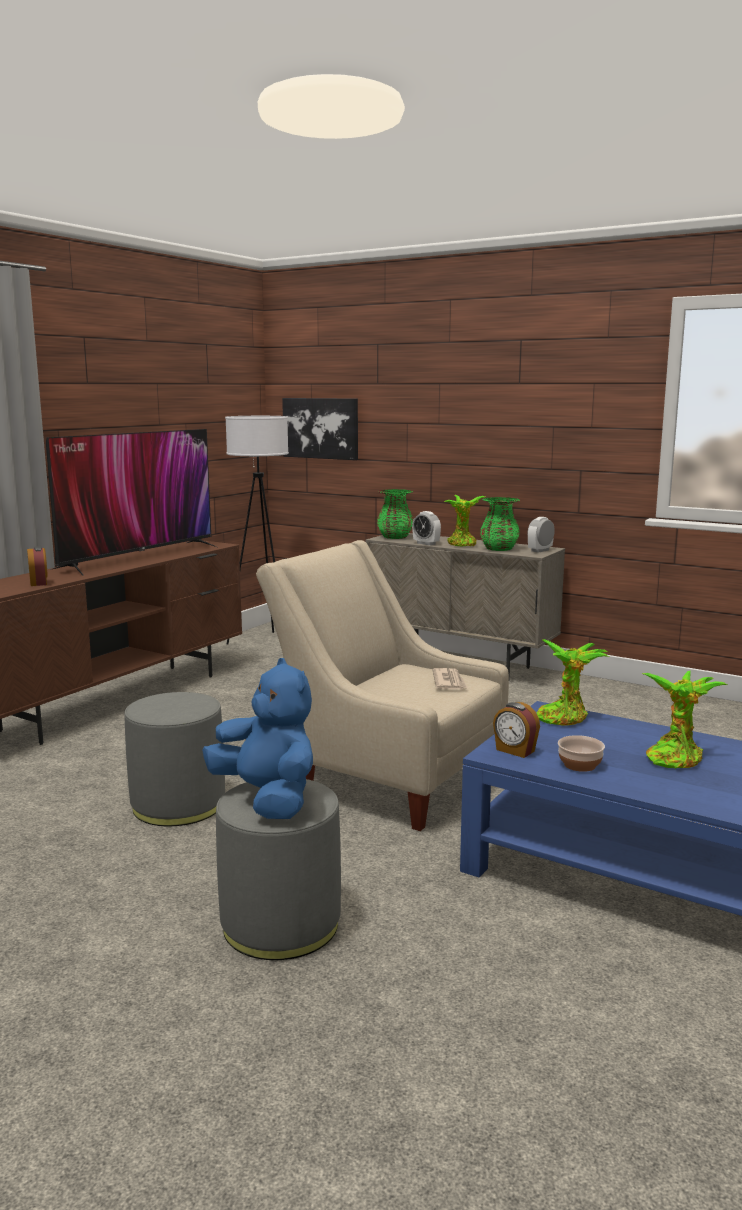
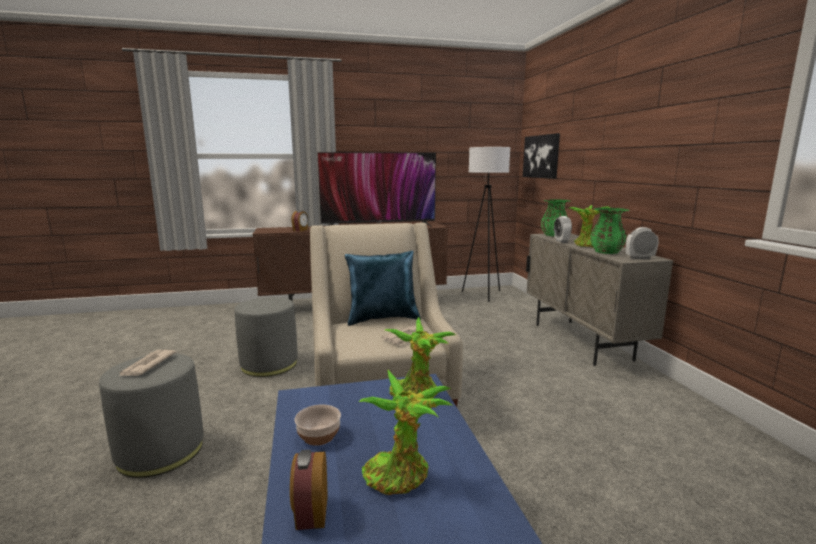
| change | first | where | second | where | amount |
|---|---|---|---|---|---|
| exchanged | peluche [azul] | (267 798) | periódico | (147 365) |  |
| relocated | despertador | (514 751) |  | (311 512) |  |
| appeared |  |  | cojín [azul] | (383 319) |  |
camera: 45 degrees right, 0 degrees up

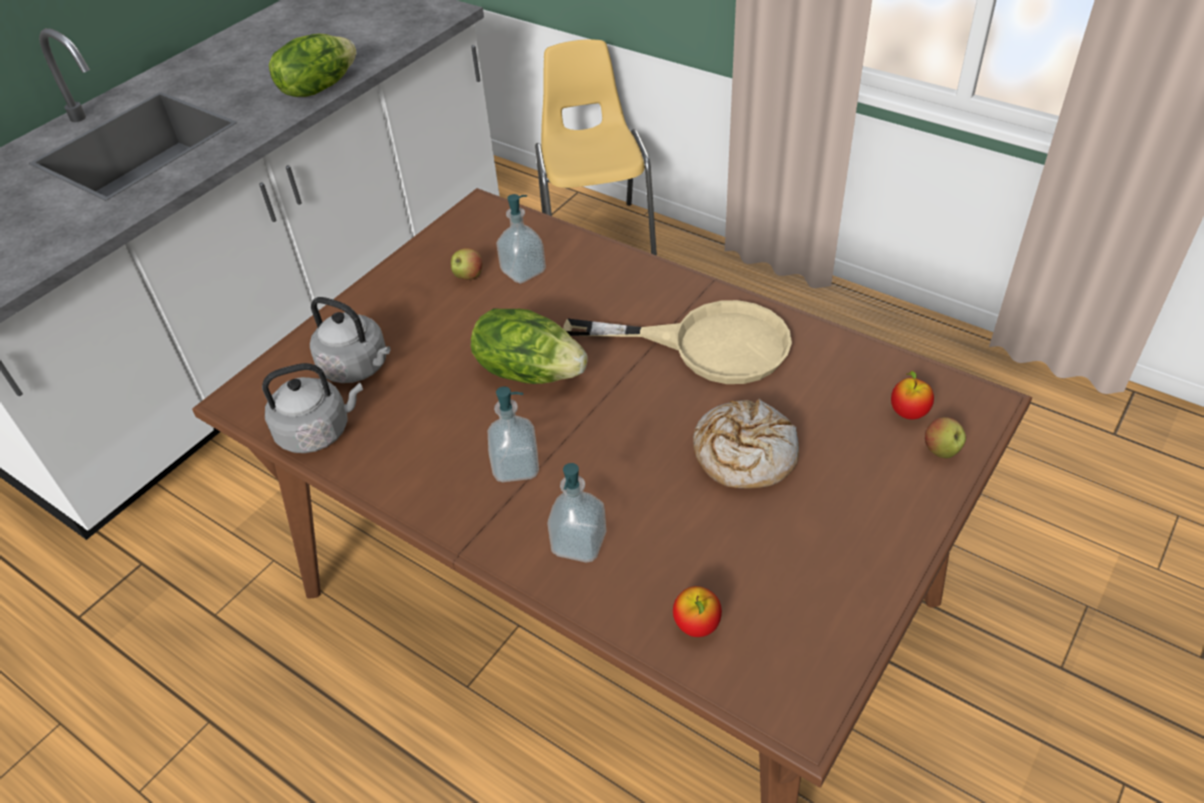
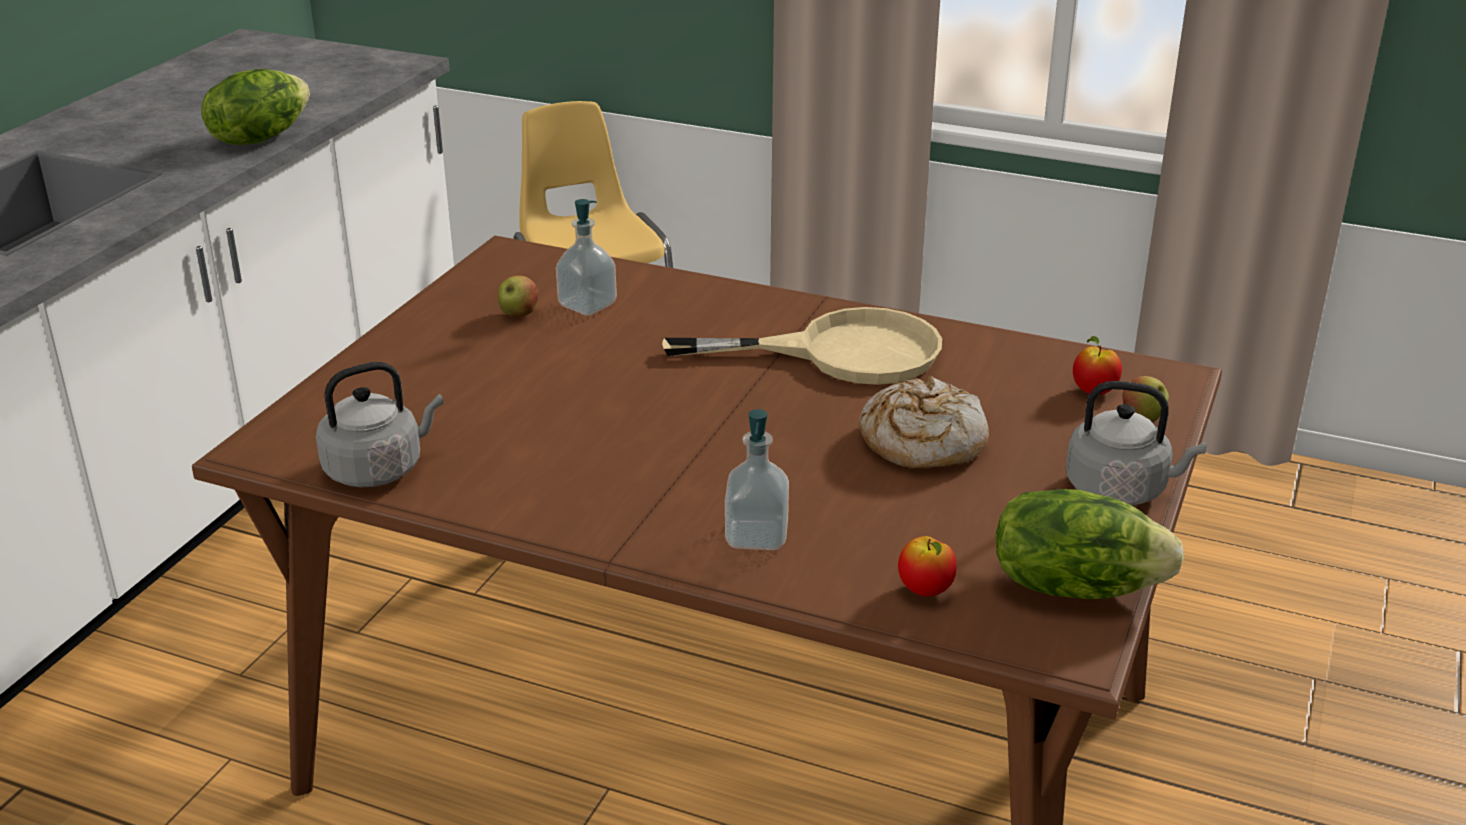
| change | first | where | second | where | amount |
|---|---|---|---|---|---|
| relocated | hervidor [gris] | (358 367) |  | (1121 490) |  |
| relocated | lechuga | (529 371) |  | (1075 586) |  |
| missing | dispensador de jabón | (516 467) |  |  |  |
camera: 15 degrees left, 15 degrees down

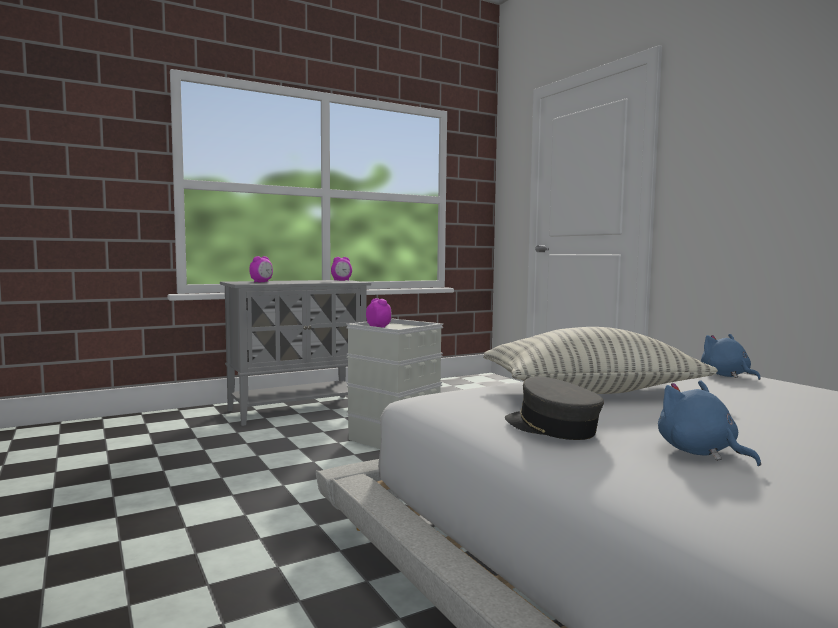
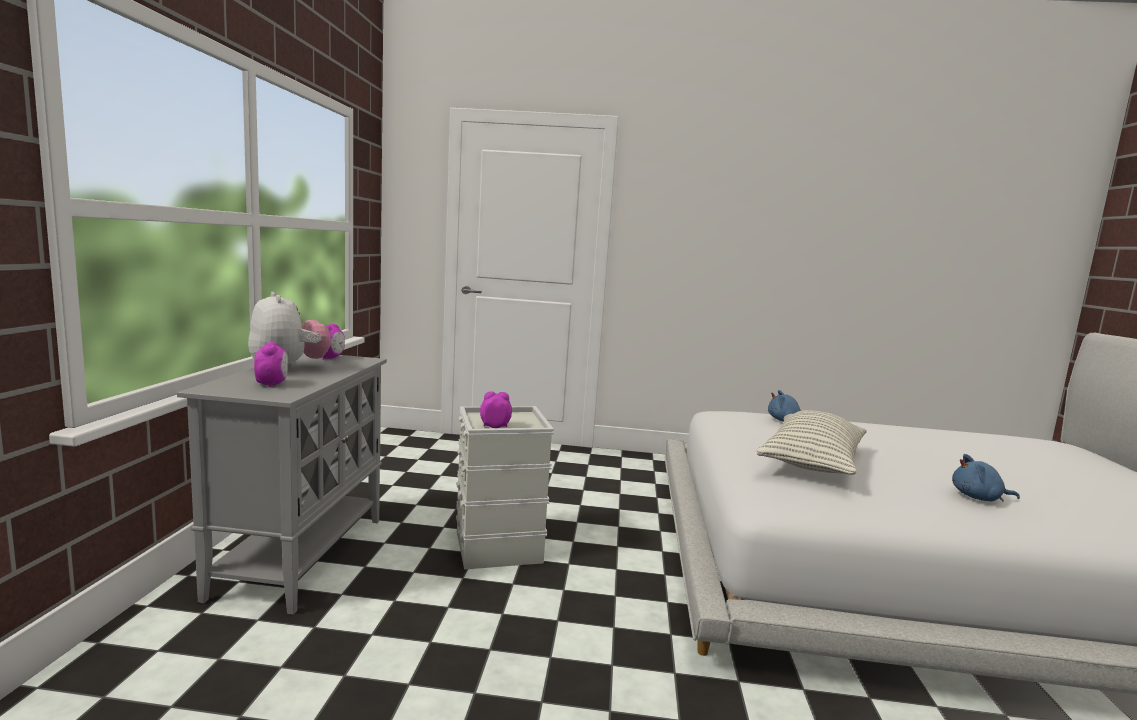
| change | first | where | second | where | amount |
|---|---|---|---|---|---|
| missing | gorra [gris] | (551 427) |  |  |  |
| appeared |  |  | peluche | (289 368) |  |
camera: 55 degrees left, 5 degrees up

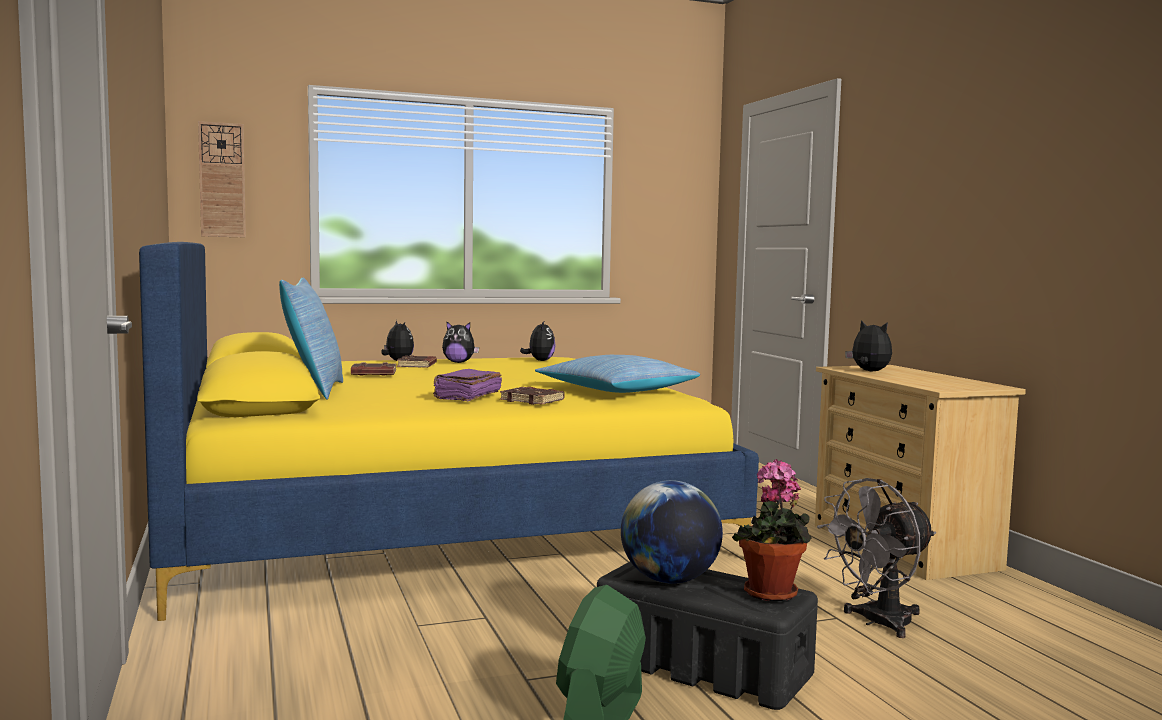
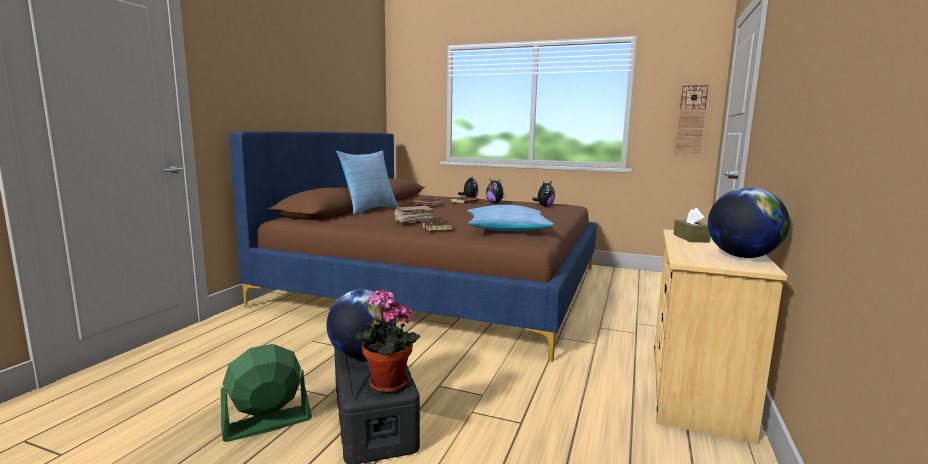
| change | first | where | second | where | amount |
|---|---|---|---|---|---|
| colour | cama [amarillo] | (431 512) | cama [marrón] | (442 285) |  |
| relocated | reloj de pared | (222 180) |  | (691 120) |  |
| colour | libro [morado] | (467 396) | libro [marrón] | (413 221) |  |
| missing | ventilador [gris] | (877 623) |  |  |  |
| exchanged | peluche | (869 371) | caja de pañuelos [marrón] | (690 238) |  |
| appeared |  |  | globo terráqueo | (742 256) |  |
camera: 40 degrees right, 5 degrees up

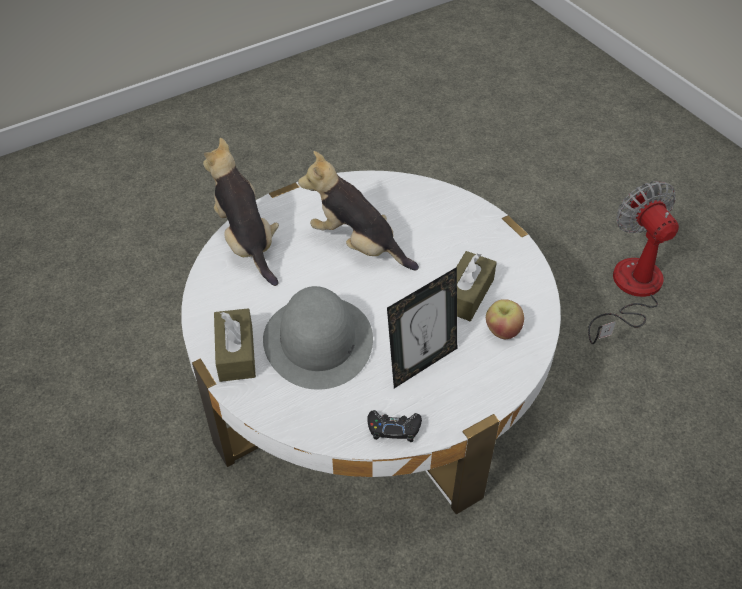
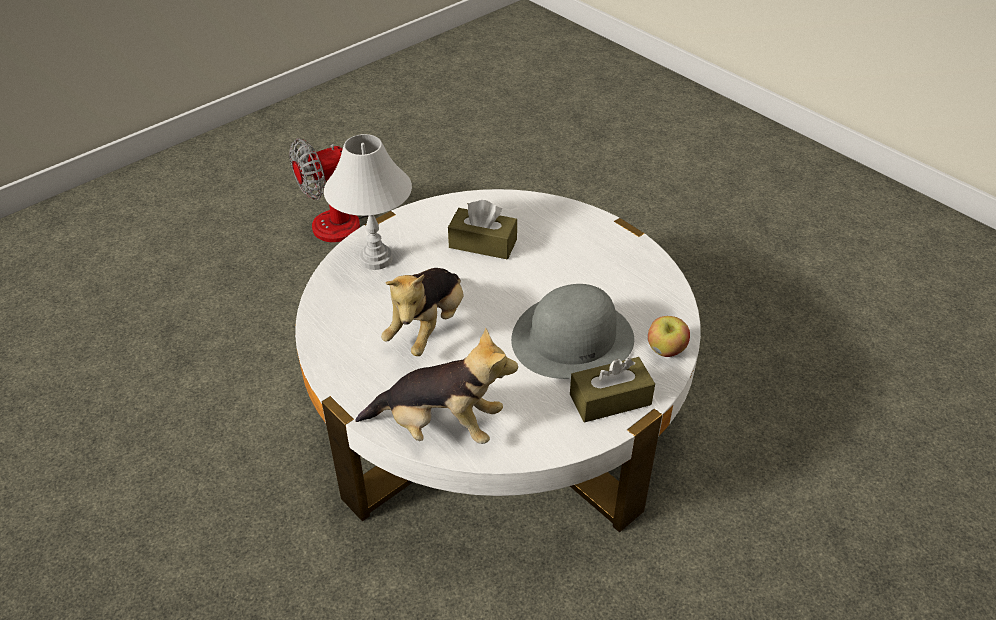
| change | first | where | second | where | amount |
|---|---|---|---|---|---|
| spun | peluche | (247 242) |  | (440 426) | 135 degrees counterclockwise |
| missing | mando de consola [negro] | (394 428) |  |  |  |
| missing | portarretratos | (421 363) |  |  |  |
| relocated | manzana | (502 330) |  | (666 350) |  |
| appeared |  |  | lámpara de mesa [blanco] | (375 258) |  |
camera: 100 degrees left, 5 degrees down

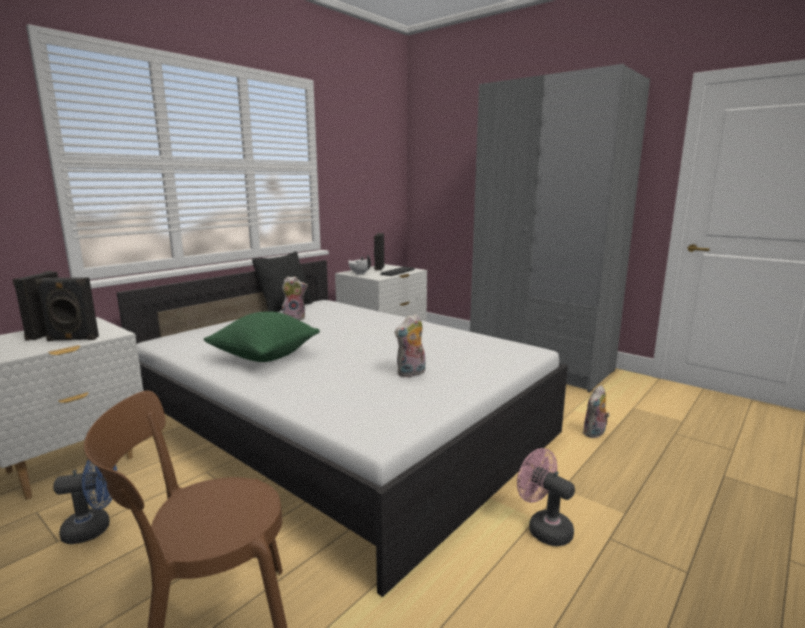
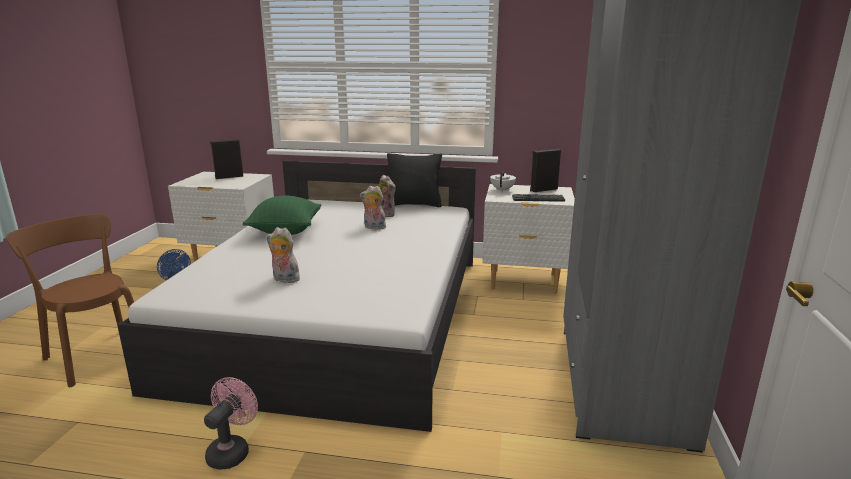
| change | first | where | second | where | amount |
|---|---|---|---|---|---|
| missing | altavoz [negro] | (72 339) |  |  |  |
| relocated | peluche | (595 434) |  | (373 227) |  |
camera: 60 degrees right, 5 degrees up

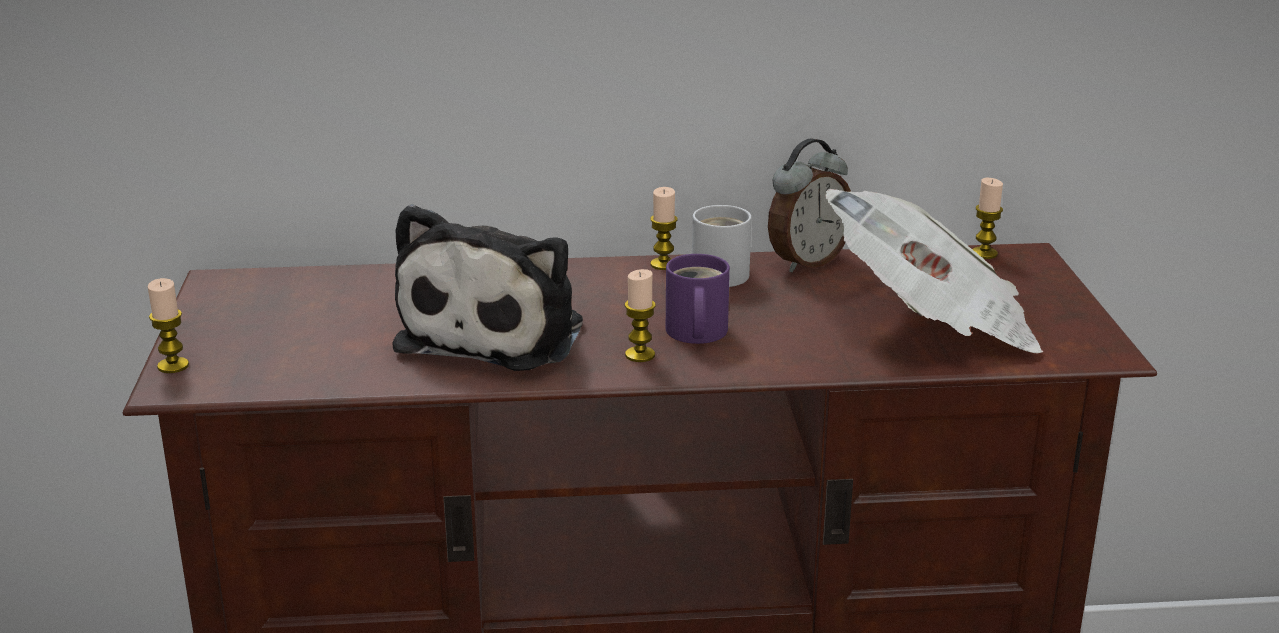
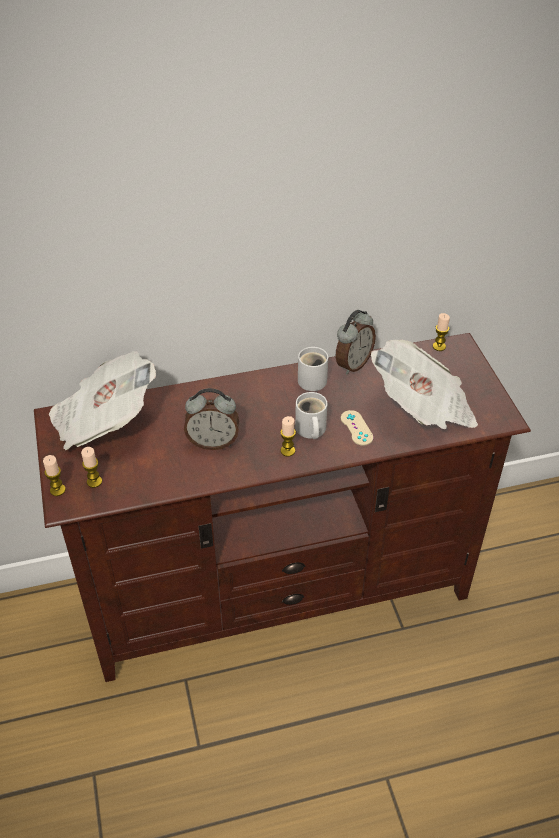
| change | first | where | second | where | amount |
|---|---|---|---|---|---|
| exchanged | peluche | (498 333) | despertador | (213 442) |  |
| relocated | vela | (663 264) |  | (94 481) |  |
| colour | taza grande [morado] | (694 333) | taza grande [blanco] | (310 430) |  |
| appeared |  |  | periódico | (103 420) |  |
| appeared |  |  | mando de consola [beis] | (356 428) |  |
camera: 10 degrees left, 20 degrees up

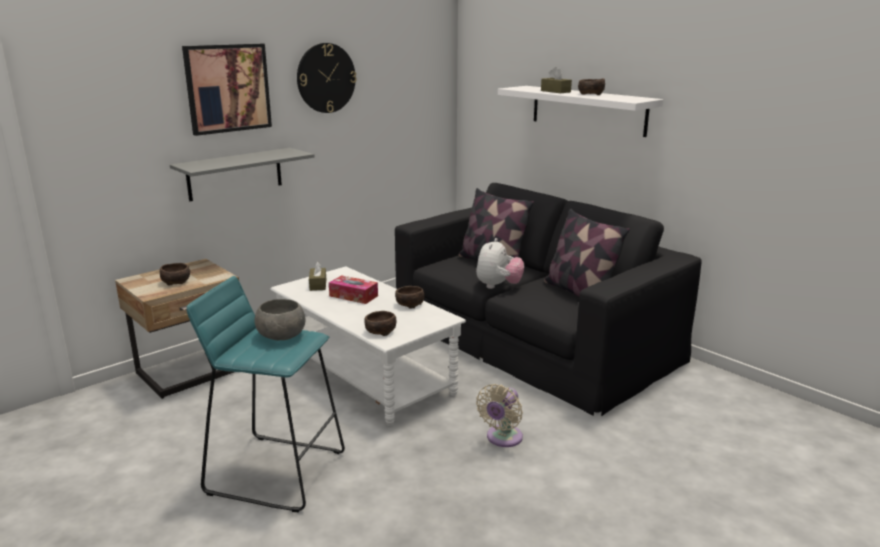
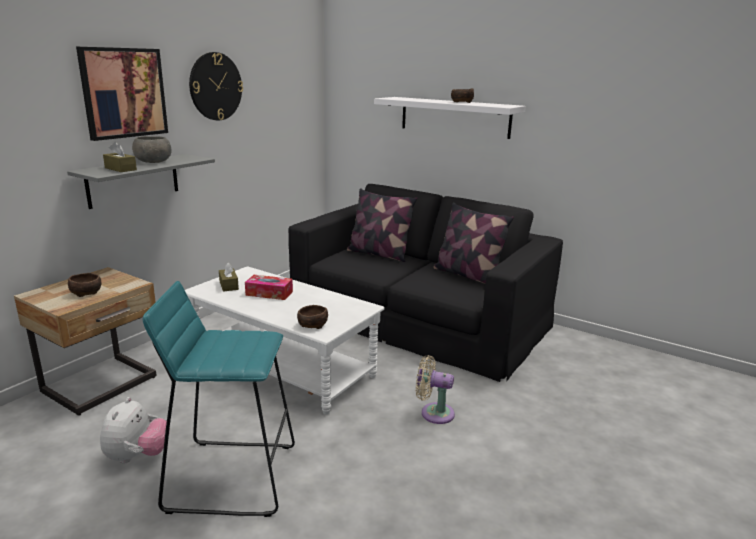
| change | first | where | second | where | amount |
|---|---|---|---|---|---|
| relocated | cuenco [gris] | (282 335) |  | (154 161) |  |
| missing | cuenco [marrón] | (409 304) |  |  |  |
| relocated | peluche | (498 286) |  | (137 456) |  |
| spun | ventilador [beis] | (502 438) |  | (433 413) | 90 degrees clockwise |
| relocated | caja de pañuelos [marrón] | (555 91) |  | (120 169) |  |
camera: 15 degrees left, 0 degrees up

